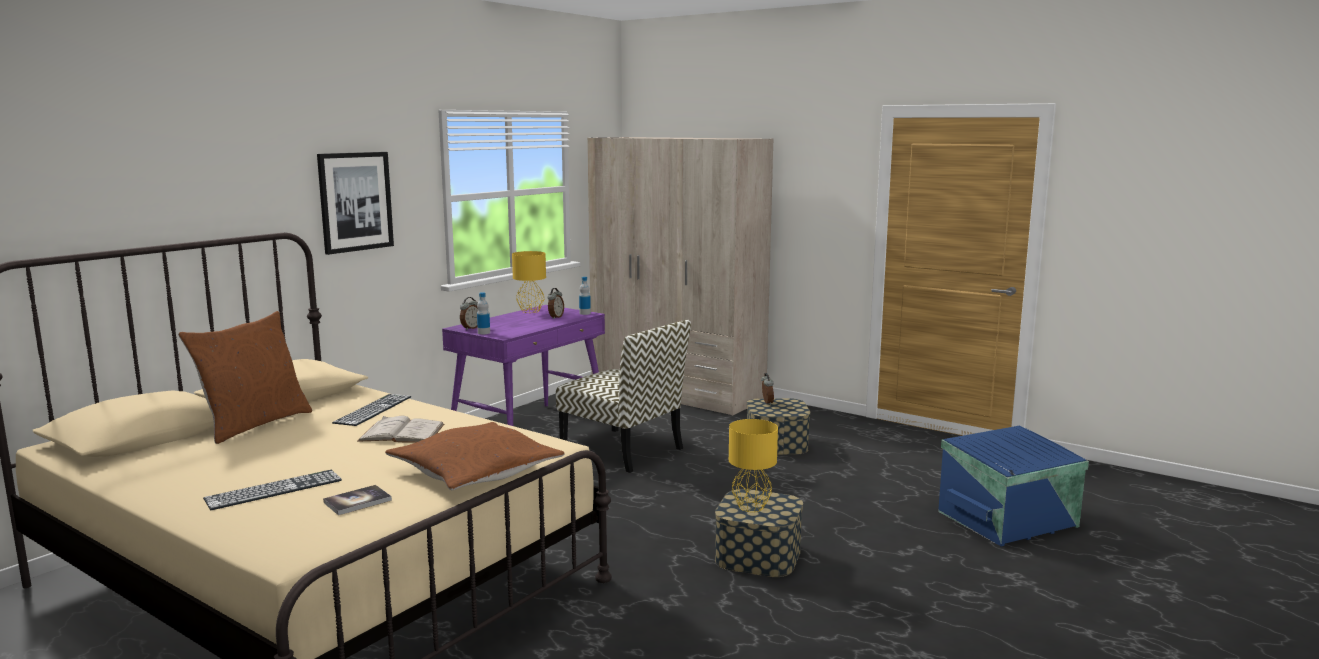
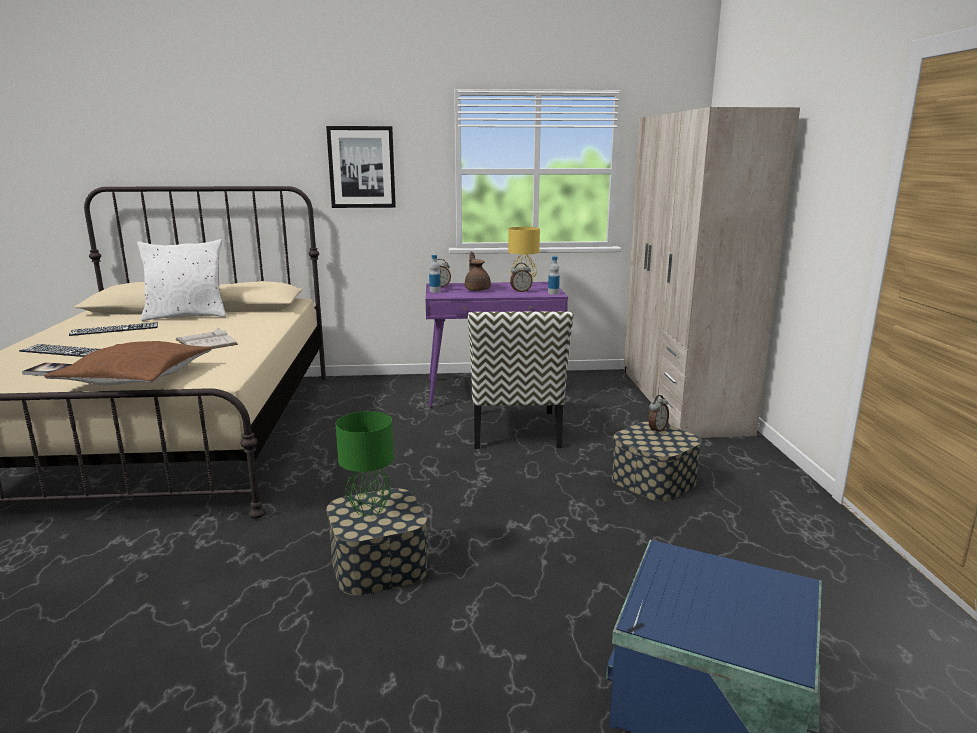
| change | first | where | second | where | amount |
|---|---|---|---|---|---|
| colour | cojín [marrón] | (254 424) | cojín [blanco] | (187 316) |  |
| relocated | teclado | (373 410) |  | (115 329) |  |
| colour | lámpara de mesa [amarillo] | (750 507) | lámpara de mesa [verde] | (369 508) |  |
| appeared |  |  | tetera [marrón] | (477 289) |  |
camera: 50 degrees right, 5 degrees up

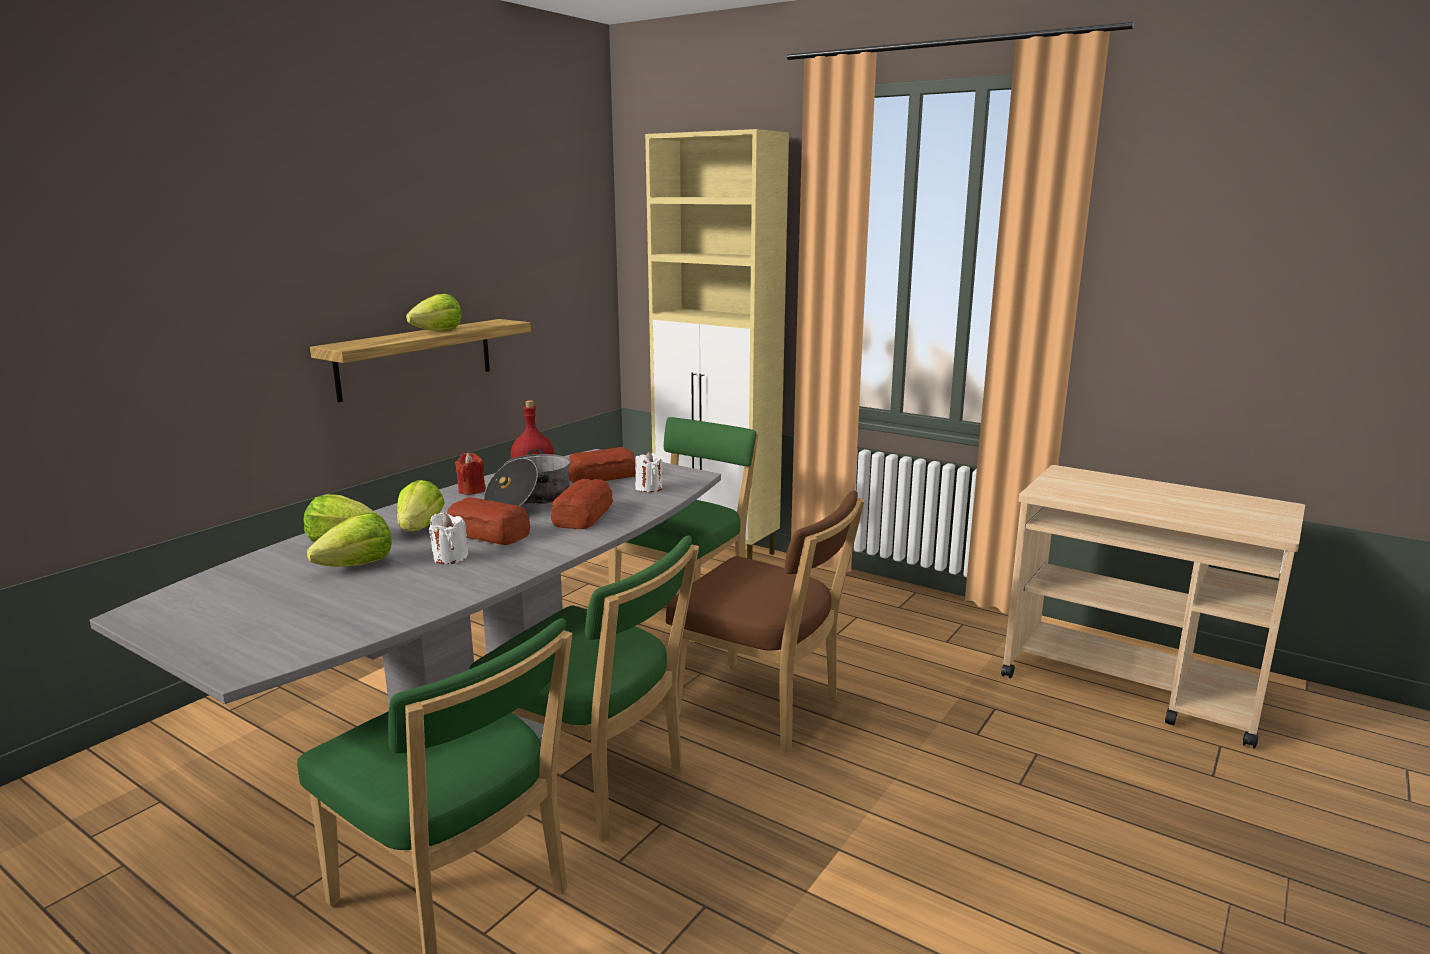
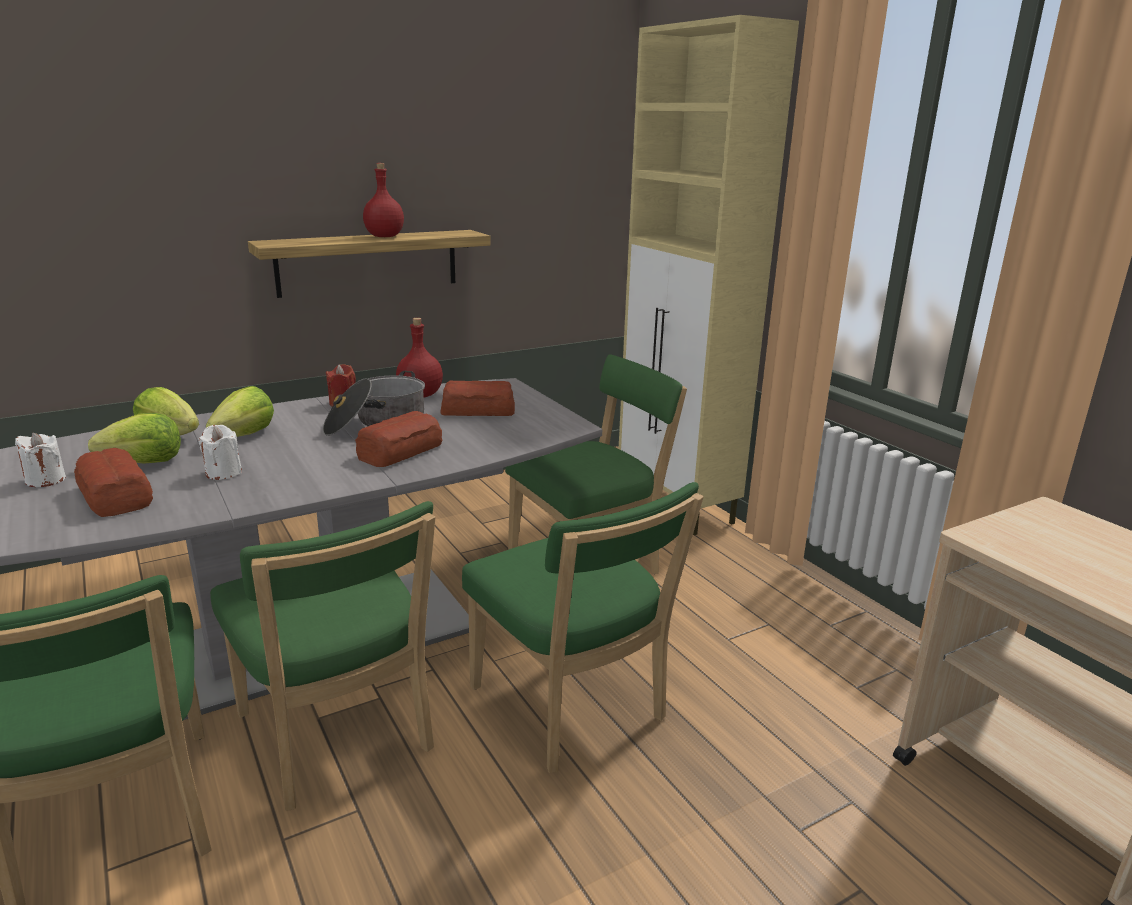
| change | first | where | second | where | amount |
|---|---|---|---|---|---|
| exchanged | lechuga | (438 331) | botella [rojo] | (385 236) |  |
| relocated | pan | (488 534) |  | (115 496) |  |
| relocated | vela [blanco] | (649 488) |  | (45 480) |  |
| colour | silla [marrón] | (763 709) | silla [verde] | (572 708) |  |
camera: 25 degrees right, 5 degrees up

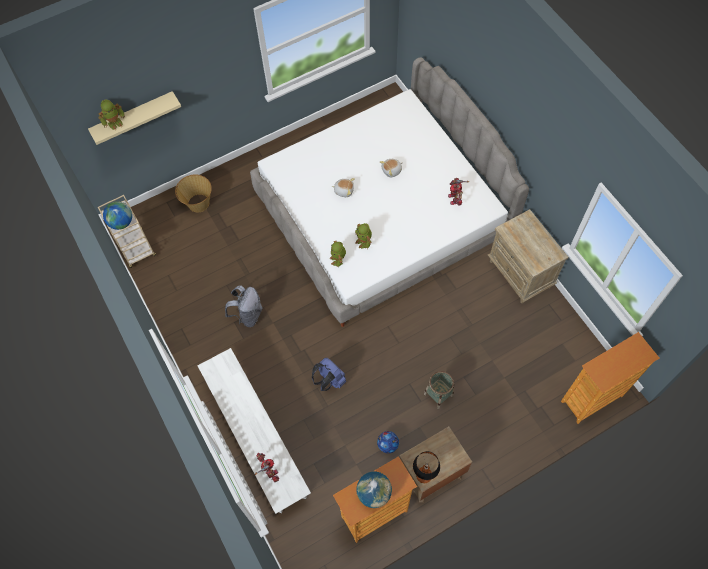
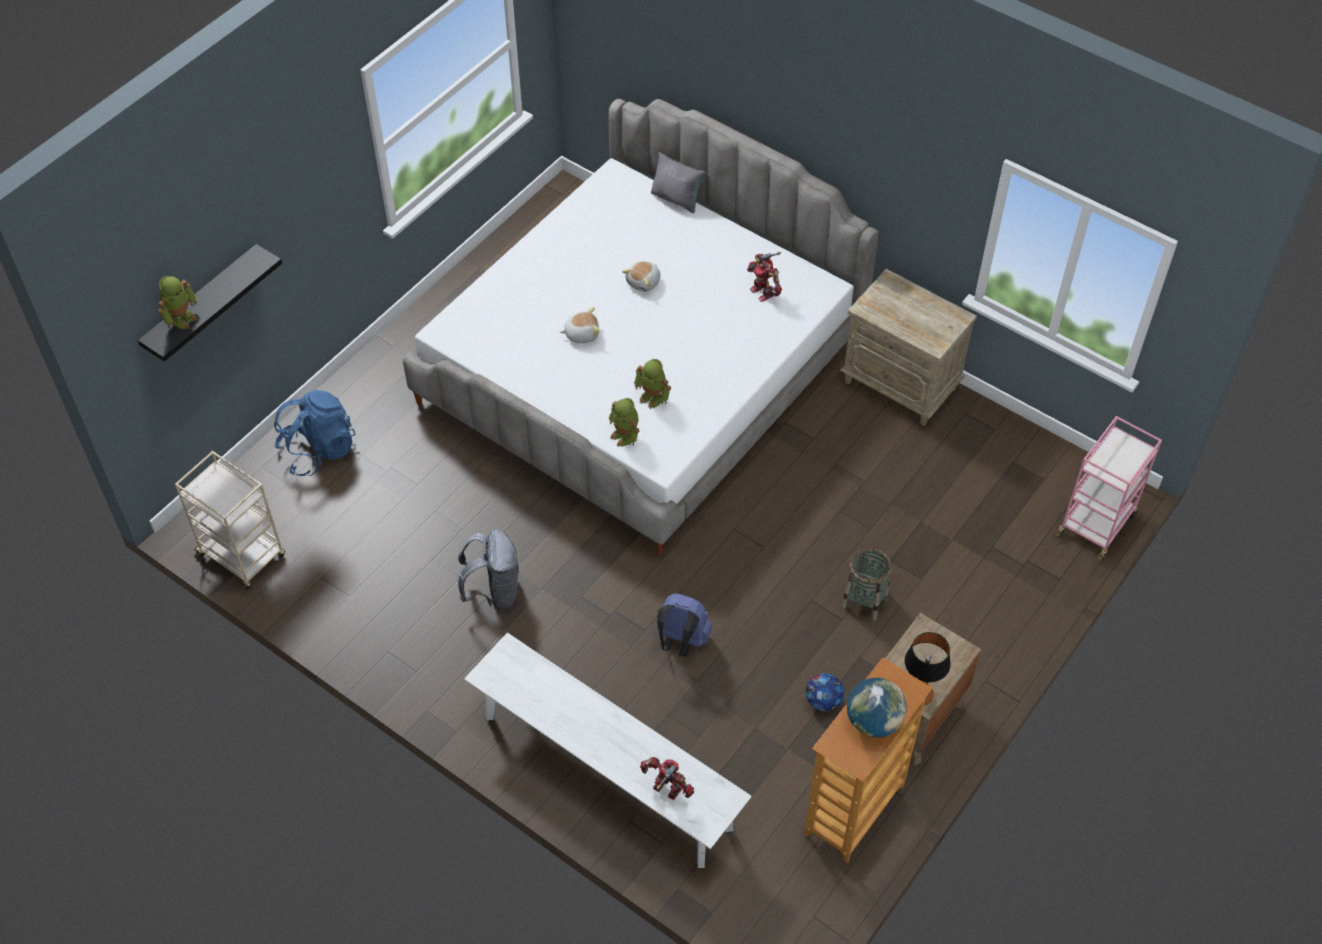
| change | first | where | second | where | amount |
|---|---|---|---|---|---|
| colour | estante [beis] | (133 116) | estante [negro] | (202 304) |  |
| missing | globo terráqueo | (121 222) |  |  |  |
| exchanged | cesta | (198 203) | mochila [azul] | (318 450) |  |
| exchanged | estantería | (592 399) | carrito [rosa] | (1096 523) |  |
| appeared |  |  | cojín [gris] | (676 199) |  |
camera: 25 degrees left, 10 degrees down

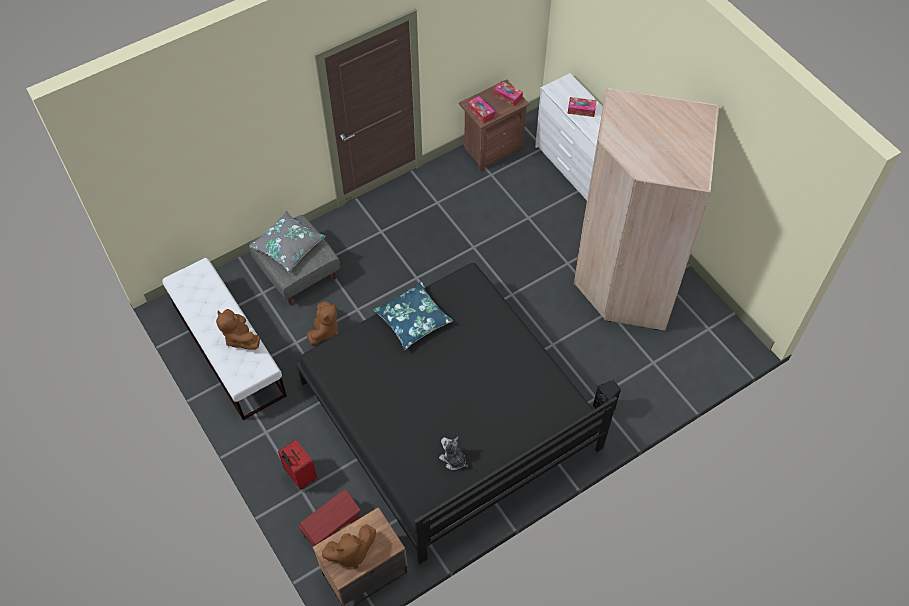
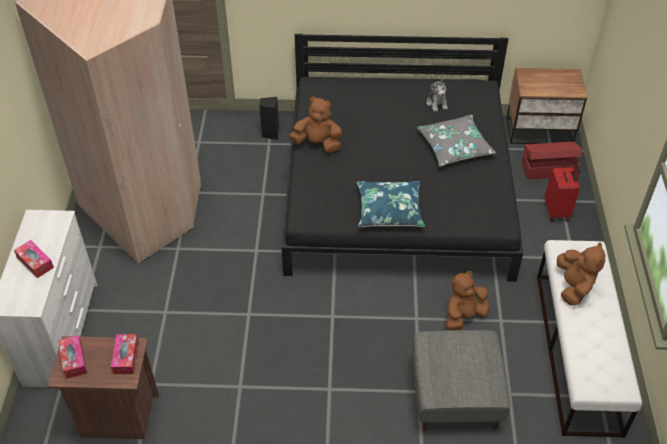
| change | first | where | second | where | amount |
|---|---|---|---|---|---|
| relocated | cojín [gris] | (288 246) |  | (455 147) |  |
| relocated | peluche [marrón] | (350 553) |  | (317 144) |  |
camera: 145 degrees left, 10 degrees down

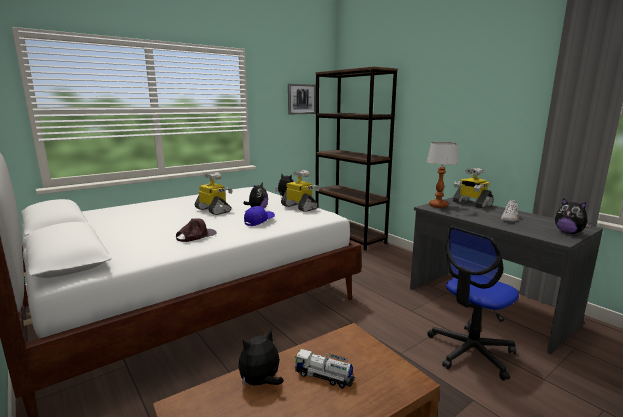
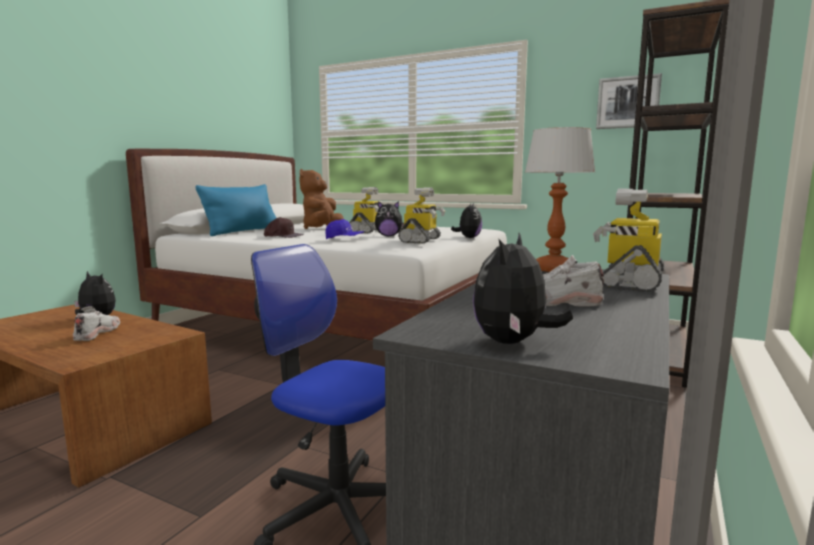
| change | first | where | second | where | amount |
|---|---|---|---|---|---|
| exchanged | camión de juguete | (324 377) | zapato [blanco] | (97 333) |  |
| appeared |  |  | cojín [azul] | (243 231) |  |
| appeared |  |  | peluche [marrón] | (321 229) |  |
camera: 65 degrees right, 5 degrees down

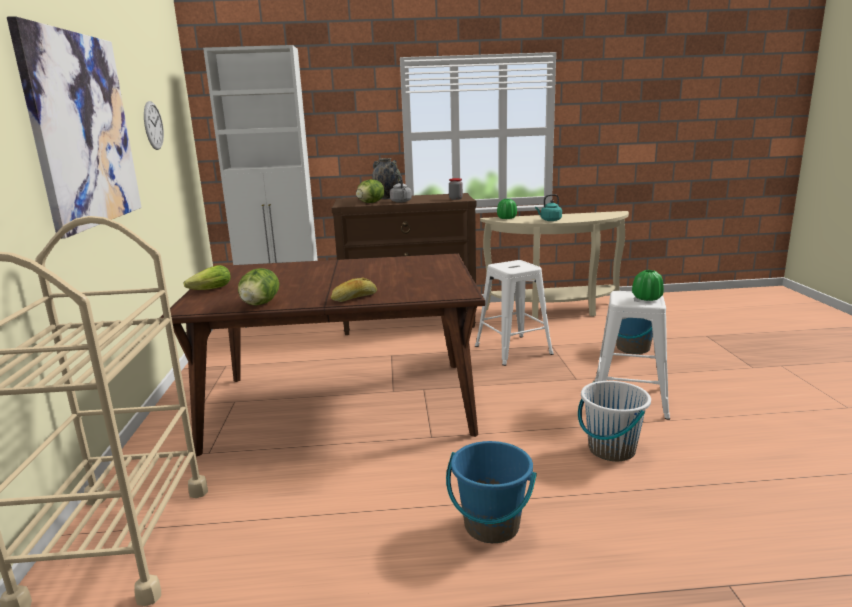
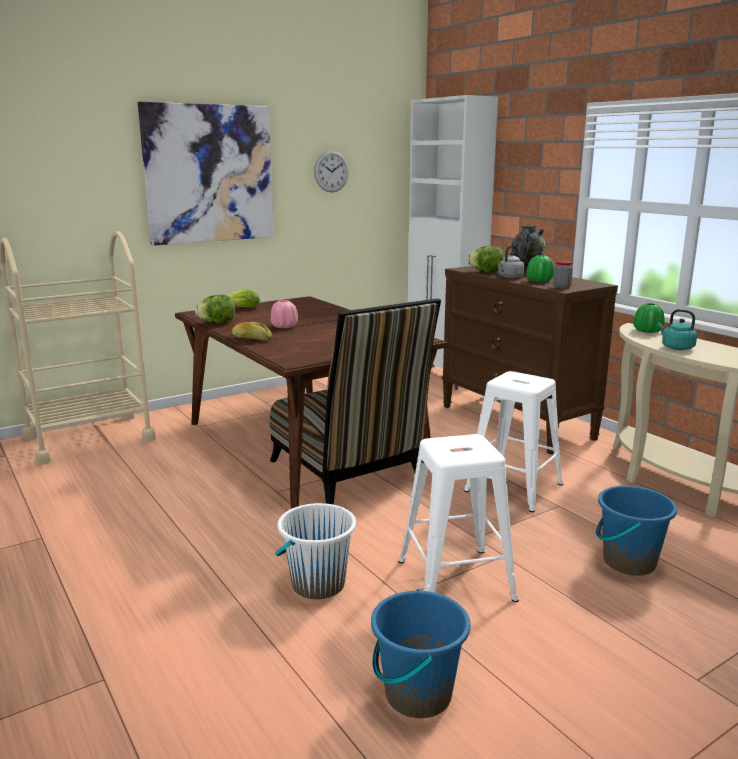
| change | first | where | second | where | amount |
|---|---|---|---|---|---|
| relocated | cubo [azul] | (491 526) |  | (417 694) |  |
| relocated | florero [verde] | (647 298) |  | (539 281) |  |
| appeared |  |  | silla | (350 474) |  |
| appeared |  |  | florero [rosa] | (284 326) |  |
camera: 60 degrees right, 0 degrees up

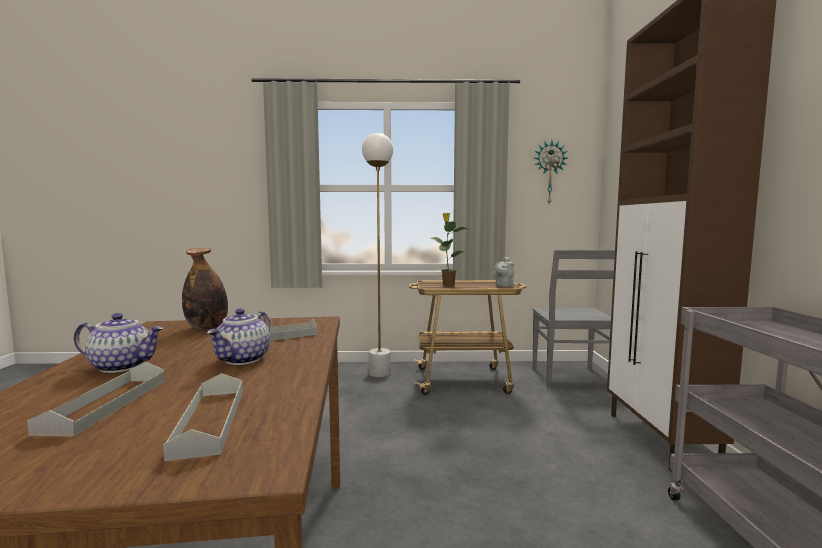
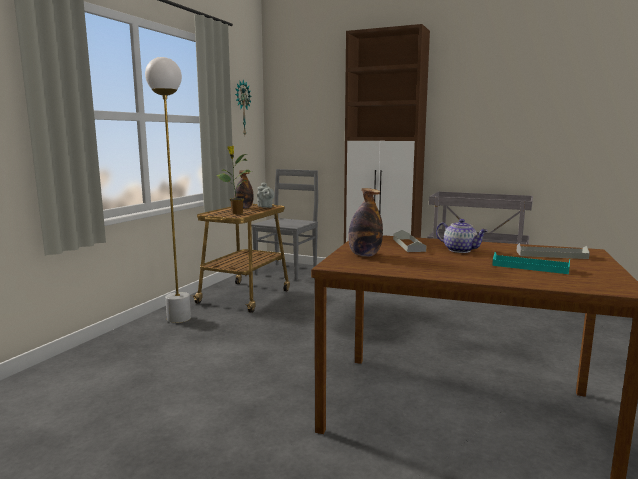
| change | first | where | second | where | amount |
|---|---|---|---|---|---|
| colour | bandeja [gris] | (106 404) | bandeja [turquesa] | (530 267) |  |
| missing | tetera | (123 366) |  |  |  |
| spun | silla [gris] | (570 378) |  | (287 271) | 90 degrees counterclockwise |
| appeared |  |  | botella | (244 208) |  |
camera: 65 degrees left, 5 degrees up

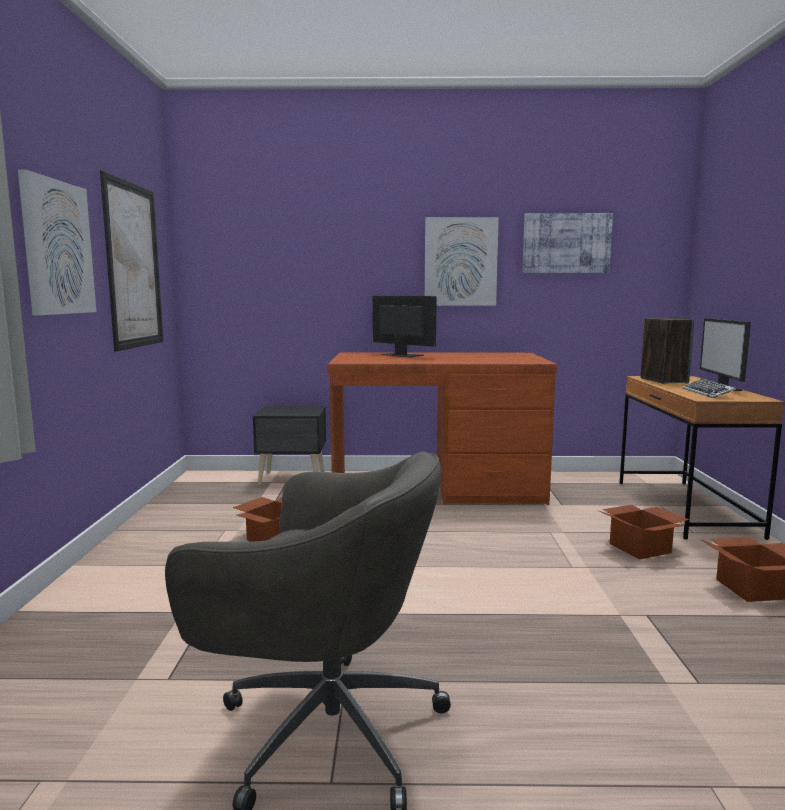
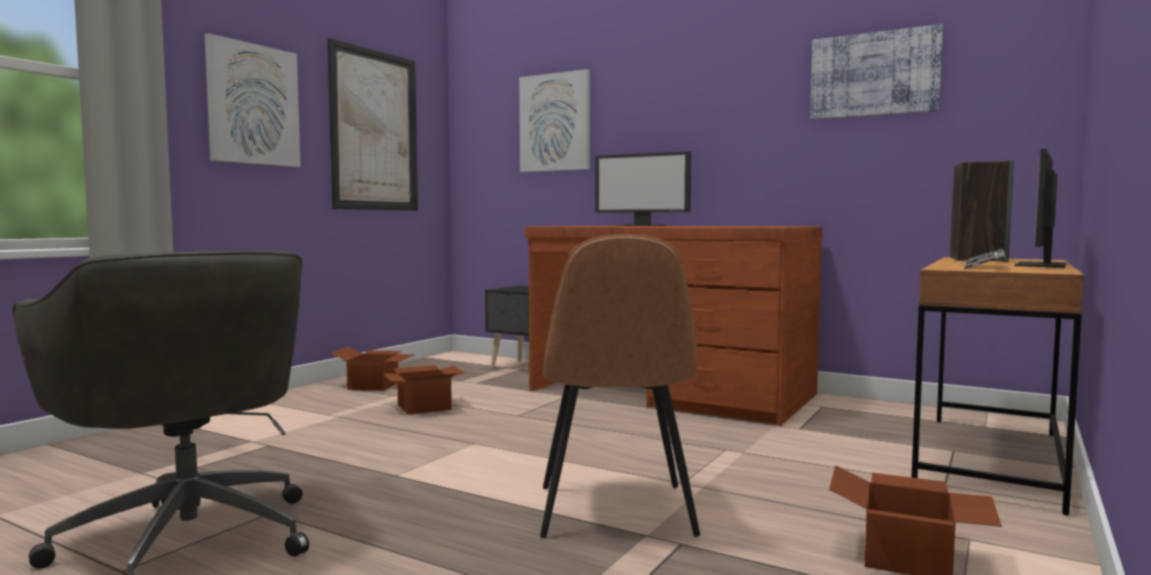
| change | first | where | second | where | amount |
|---|---|---|---|---|---|
| spun | monitor | (401 355) |  | (642 225) | 135 degrees clockwise |
| relocated | cuadro | (460 262) |  | (555 122) |  |
| relocated | caja de cartón | (641 548) |  | (374 386) |  |
| appeared |  |  | silla [marrón] | (614 512) |  |
camera: 30 degrees right, 5 degrees down

